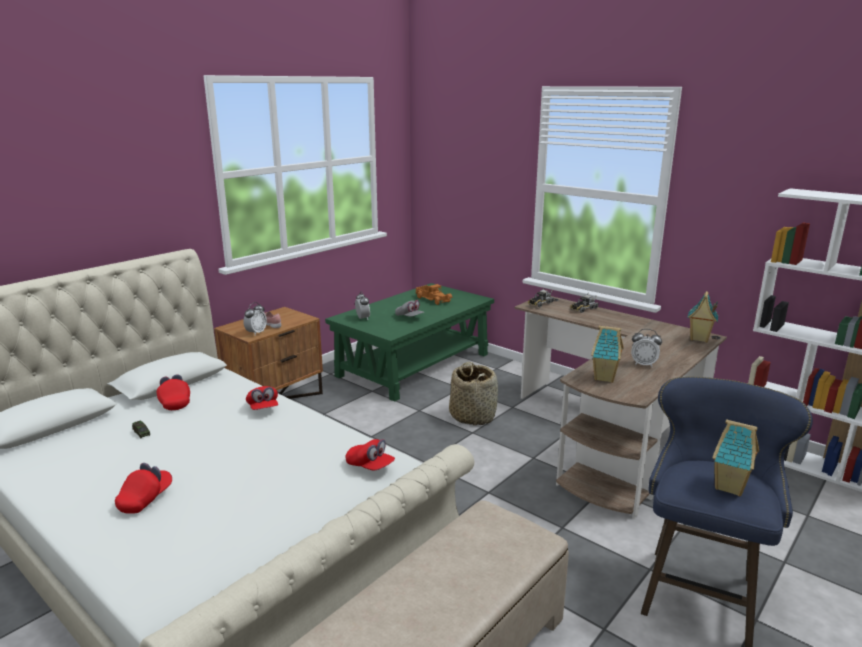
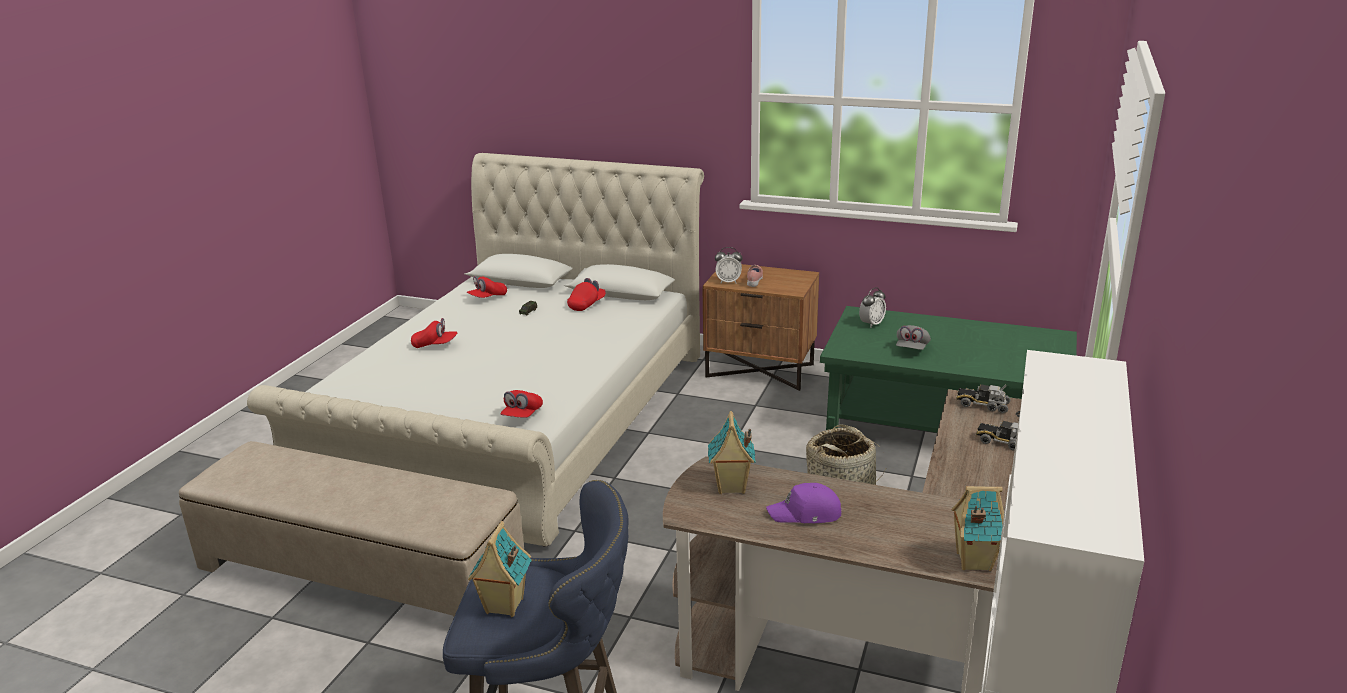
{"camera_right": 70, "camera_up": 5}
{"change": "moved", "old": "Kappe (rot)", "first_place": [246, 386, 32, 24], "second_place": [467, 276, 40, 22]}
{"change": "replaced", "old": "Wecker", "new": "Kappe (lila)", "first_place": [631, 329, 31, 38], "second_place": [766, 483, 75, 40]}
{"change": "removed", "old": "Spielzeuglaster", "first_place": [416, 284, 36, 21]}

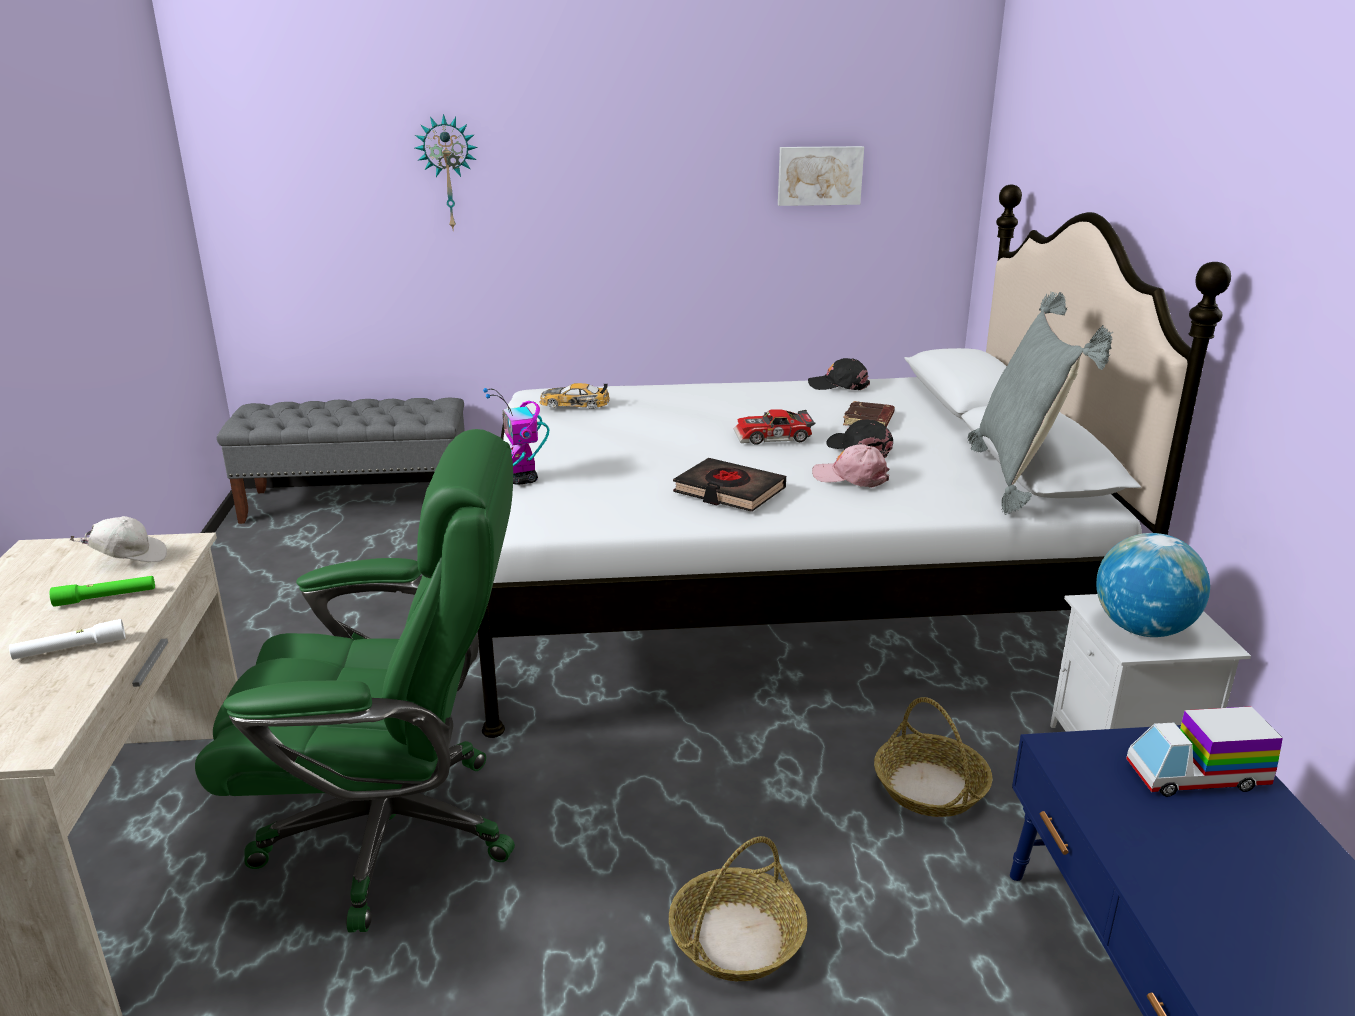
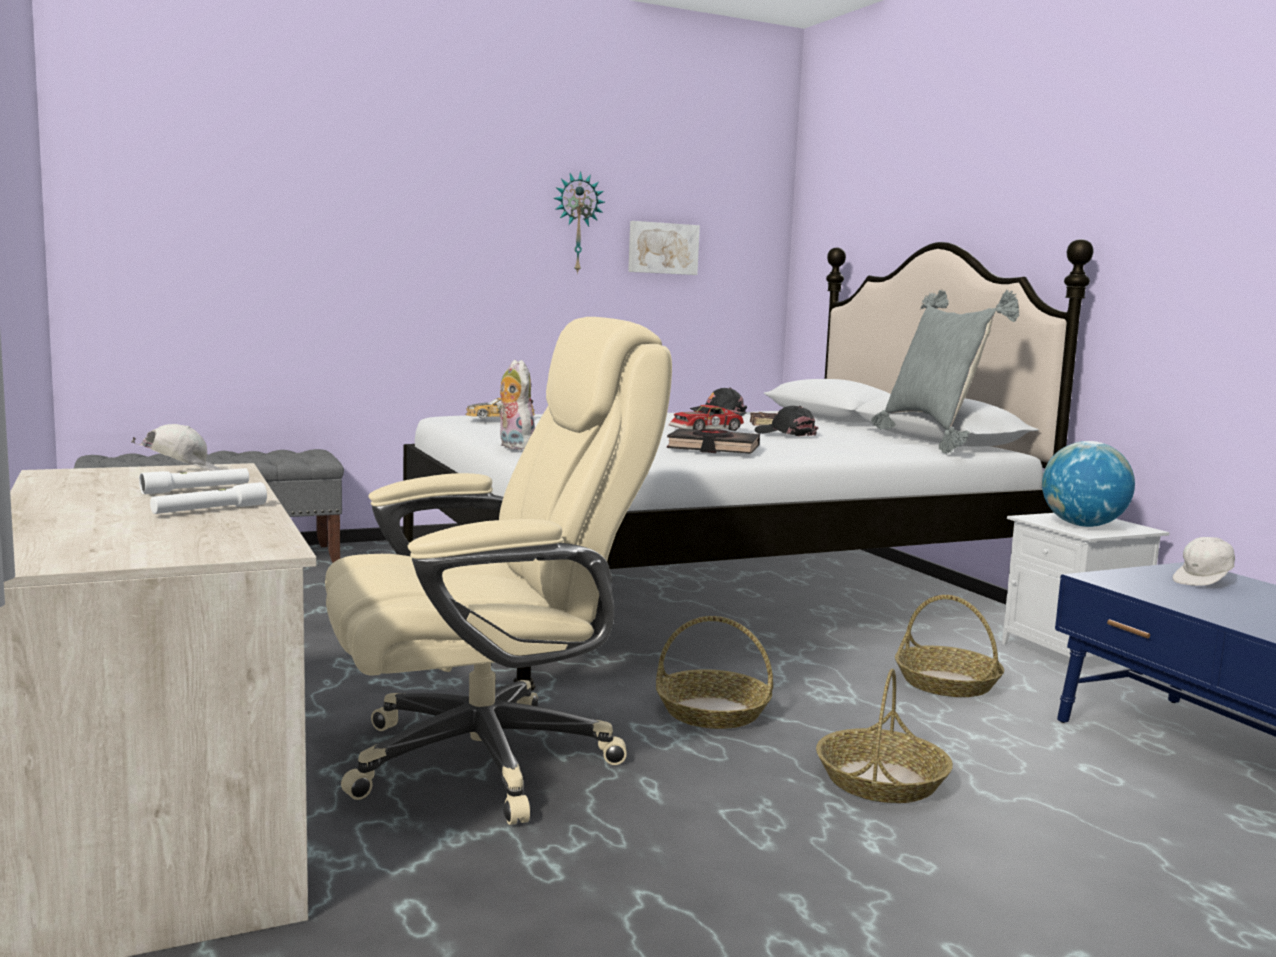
{"camera_right": -20, "camera_up": -15}
{"change": "recoloured", "old": "Taschenlampe (grün)", "new": "Taschenlampe (weiß)", "first_place": [50, 576, 105, 31], "second_place": [139, 468, 110, 26]}
{"change": "recoloured", "old": "Bürostuhl (grün)", "new": "Bürostuhl (beige)", "first_place": [195, 429, 320, 503], "second_place": [325, 317, 347, 508]}
{"change": "replaced", "old": "Spielzeugroboter", "new": "Plüschtier", "first_place": [483, 388, 66, 97], "second_place": [497, 360, 38, 90]}
{"change": "moved", "old": "Wanduhr", "first_place": [415, 114, 63, 115], "second_place": [554, 171, 51, 103]}
{"change": "added", "new": "Korb", "second_place": [656, 616, 117, 113]}
{"change": "replaced", "old": "Spielzeuglaster", "new": "Kappe (weiß)", "first_place": [1126, 706, 157, 91], "second_place": [1173, 537, 62, 49]}
{"change": "removed", "old": "Kappe (rosa)", "first_place": [812, 444, 77, 44]}

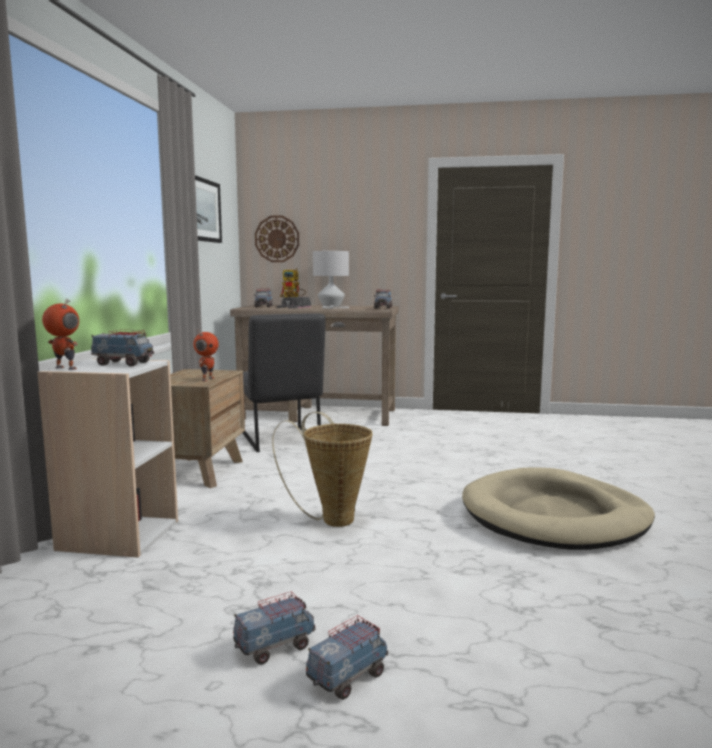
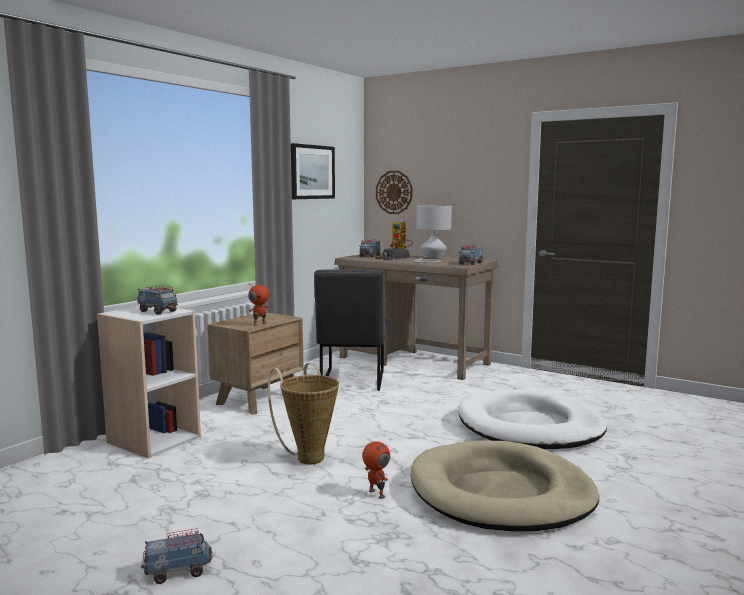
{"camera_right": 25, "camera_up": 0}
{"change": "moved", "old": "Spielzeugroboter", "first_place": [42, 299, 37, 71], "second_place": [362, 441, 28, 58]}
{"change": "added", "new": "Hundebett (weiß)", "second_place": [458, 390, 149, 59]}
{"change": "removed", "old": "Spielzeuglaster", "first_place": [233, 591, 83, 74]}

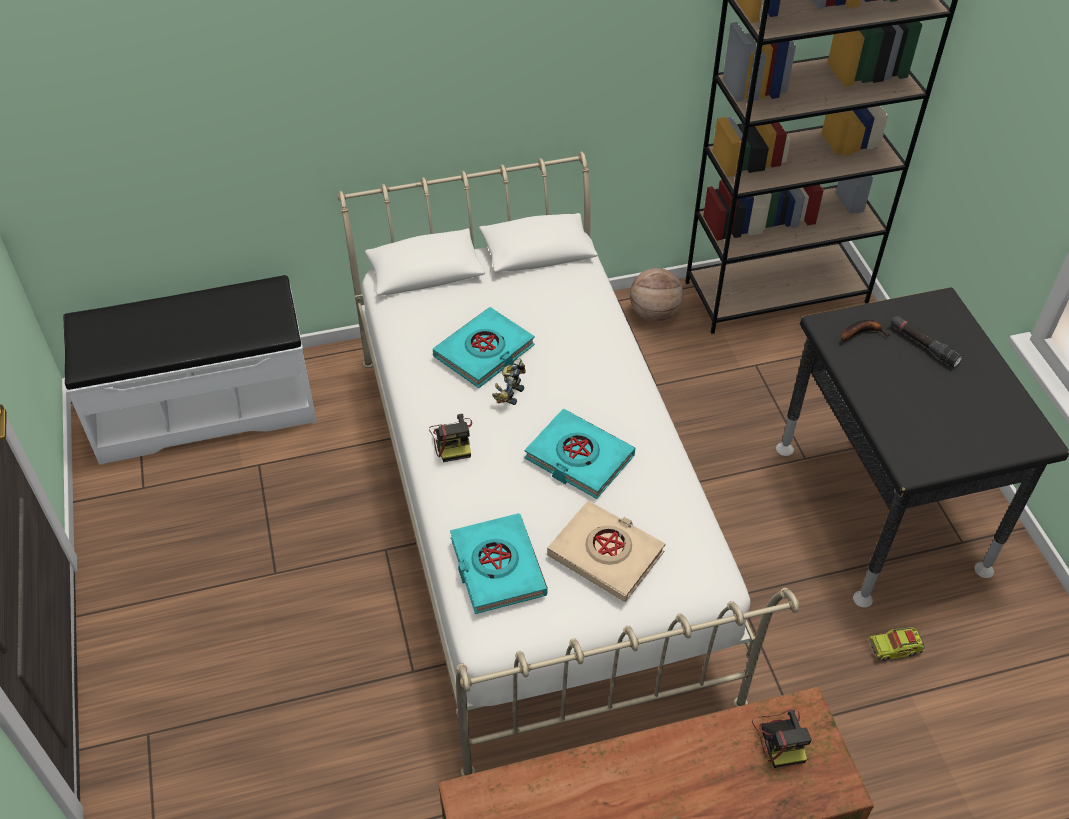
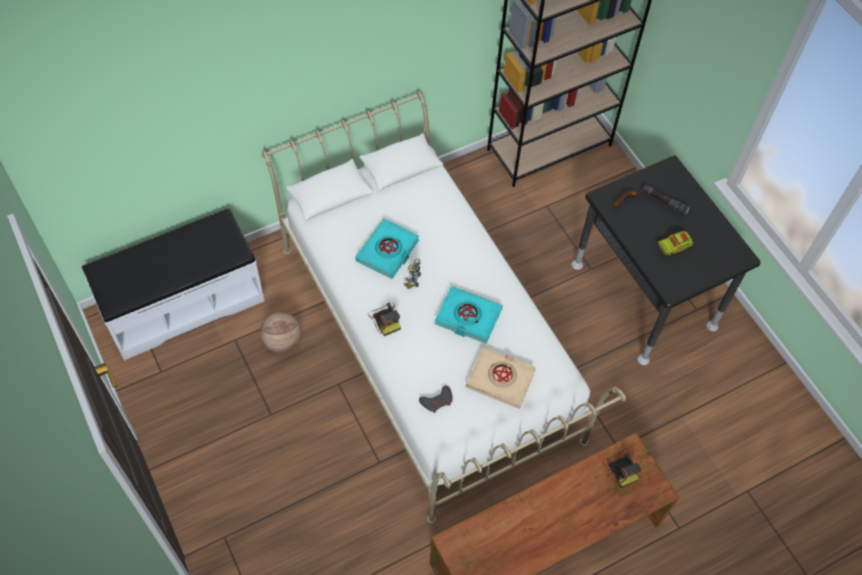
{"camera_right": -15, "camera_up": 10}
{"change": "moved", "old": "Basketball", "first_place": [630, 268, 53, 54], "second_place": [260, 312, 41, 41]}
{"change": "replaced", "old": "Buch (türkis)", "new": "Gamepad (grau)", "first_place": [450, 513, 98, 101], "second_place": [419, 385, 34, 28]}
{"change": "moved", "old": "Spielzeuglaster", "first_place": [869, 627, 56, 34], "second_place": [658, 231, 36, 25]}

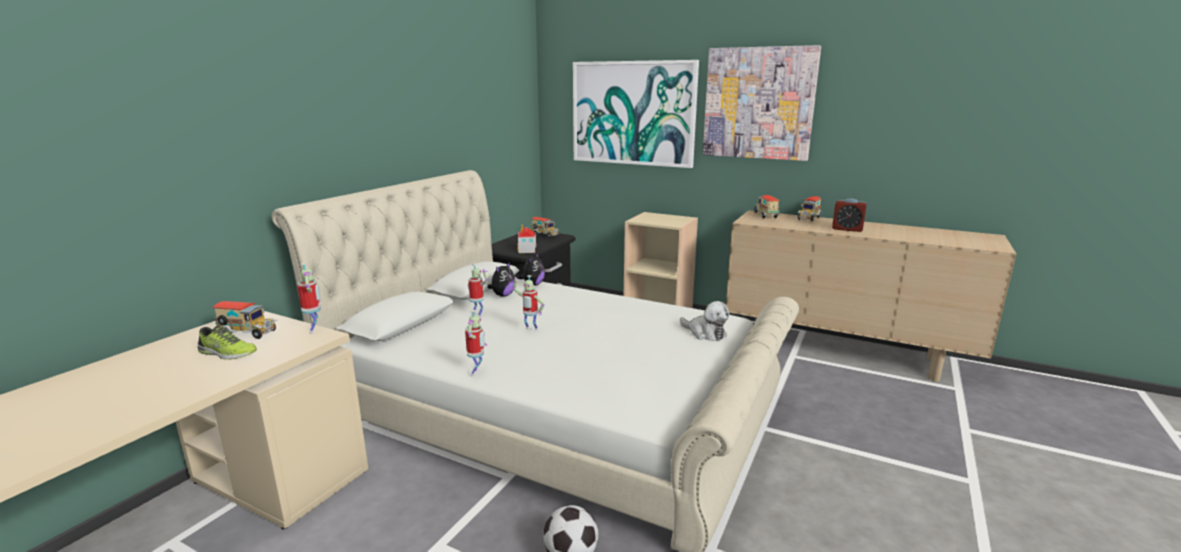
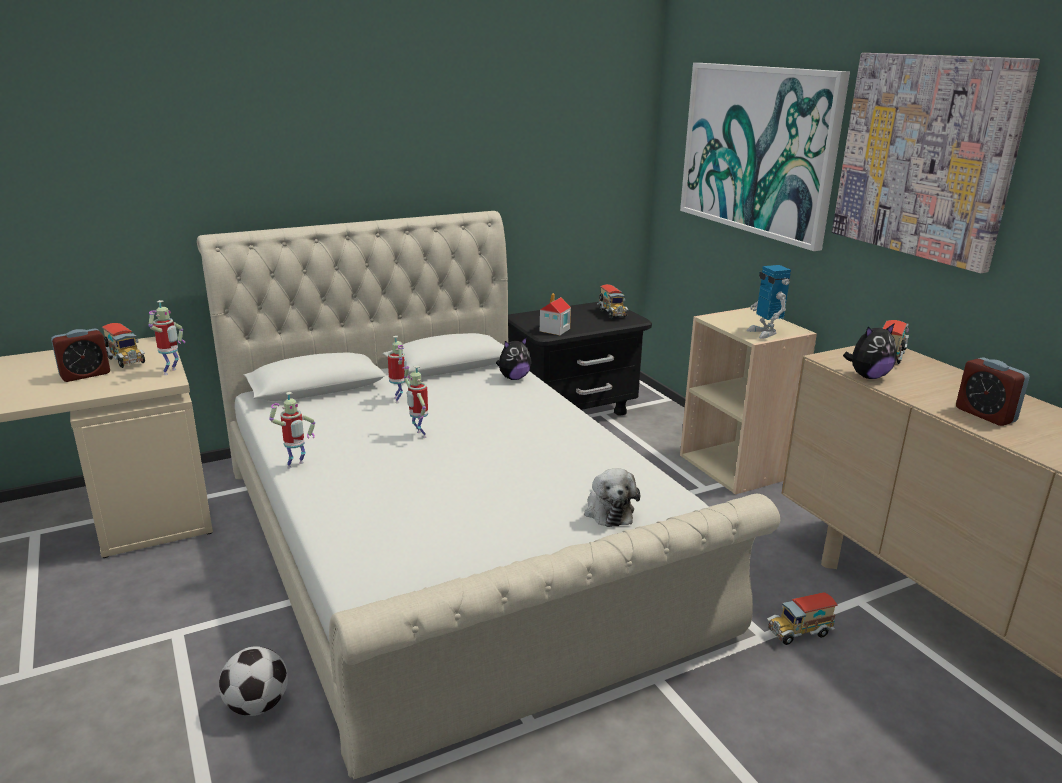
{"camera_right": 35, "camera_up": 5}
{"change": "replaced", "old": "Schuh", "new": "Wecker", "first_place": [198, 326, 59, 34], "second_place": [51, 329, 59, 53]}
{"change": "added", "new": "Spielzeugroboter", "second_place": [746, 265, 45, 74]}
{"change": "moved", "old": "Spielzeuglaster", "first_place": [798, 196, 24, 26], "second_place": [767, 592, 70, 53]}
{"change": "moved", "old": "Plüschtier", "first_place": [487, 262, 28, 35], "second_place": [843, 323, 54, 56]}

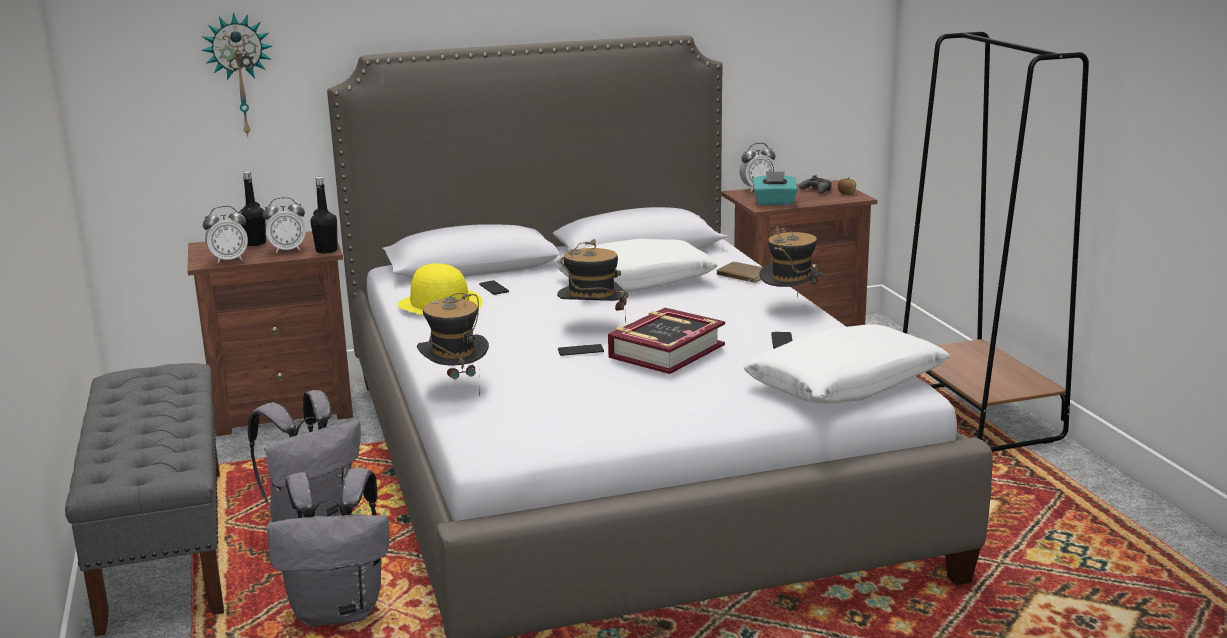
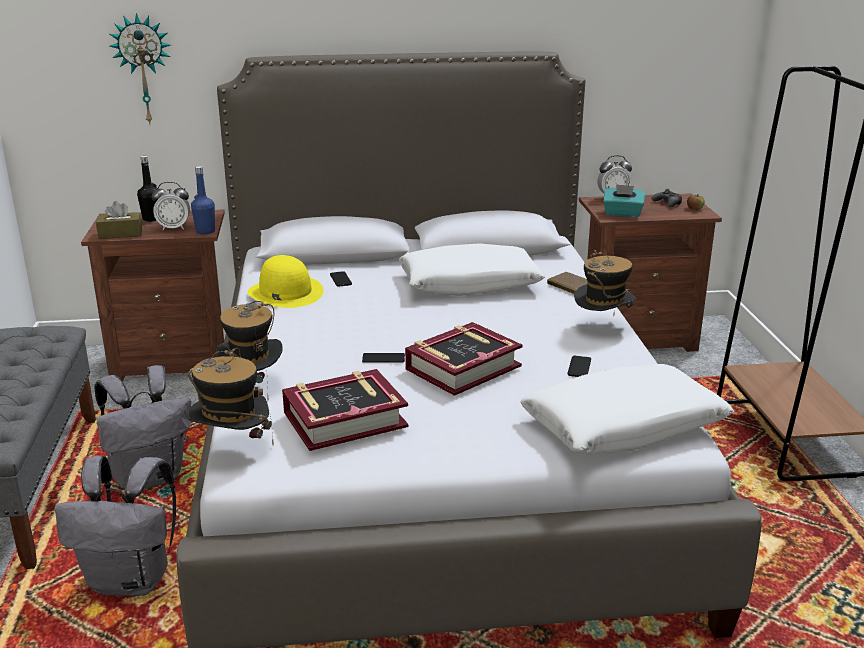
{"camera_right": 10, "camera_up": 5}
{"change": "replaced", "old": "Wecker", "new": "Taschentuchbox (braun)", "first_place": [203, 206, 45, 57], "second_place": [96, 201, 46, 38]}
{"change": "moved", "old": "Hut", "first_place": [557, 239, 72, 84], "second_place": [187, 348, 86, 96]}
{"change": "recoloured", "old": "Flasche (schwarz)", "new": "Flasche (blau)", "first_place": [310, 177, 28, 77], "second_place": [191, 166, 24, 68]}
{"change": "added", "new": "Buch", "second_place": [282, 369, 126, 82]}

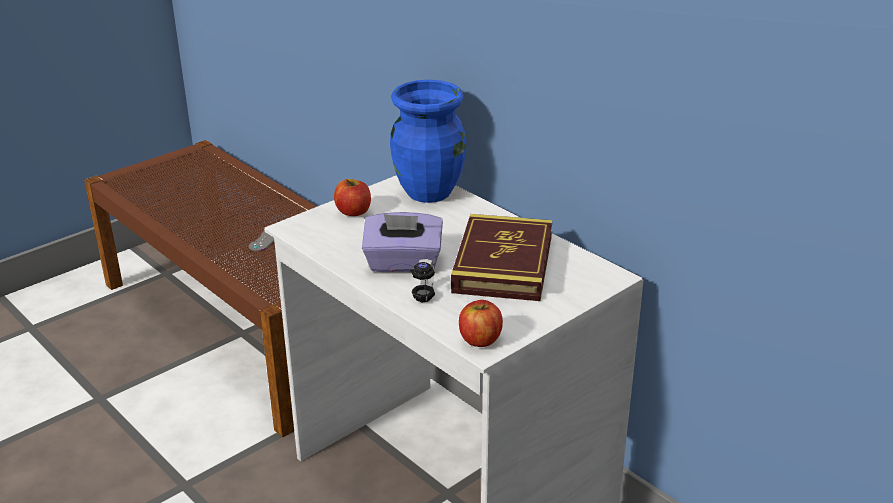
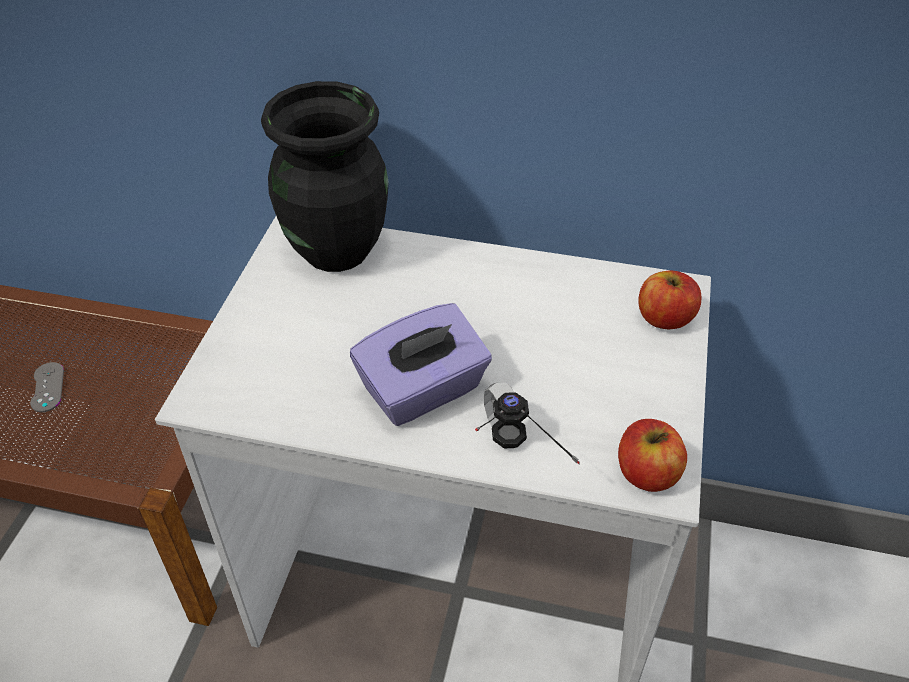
{"camera_right": -35, "camera_up": 15}
{"change": "recoloured", "old": "Vase (blau)", "new": "Vase (schwarz)", "first_place": [390, 80, 77, 123], "second_place": [261, 81, 128, 191]}
{"change": "moved", "old": "Apfel", "first_place": [334, 179, 37, 37], "second_place": [639, 270, 63, 59]}
{"change": "removed", "old": "Buch", "first_place": [451, 214, 101, 87]}

